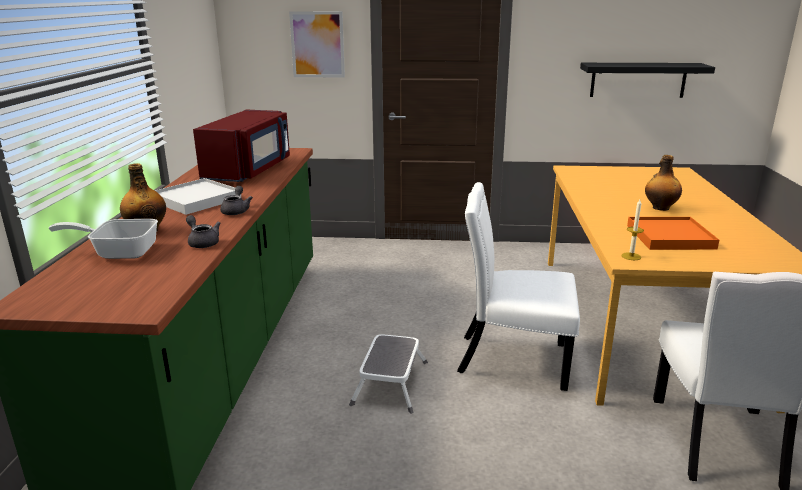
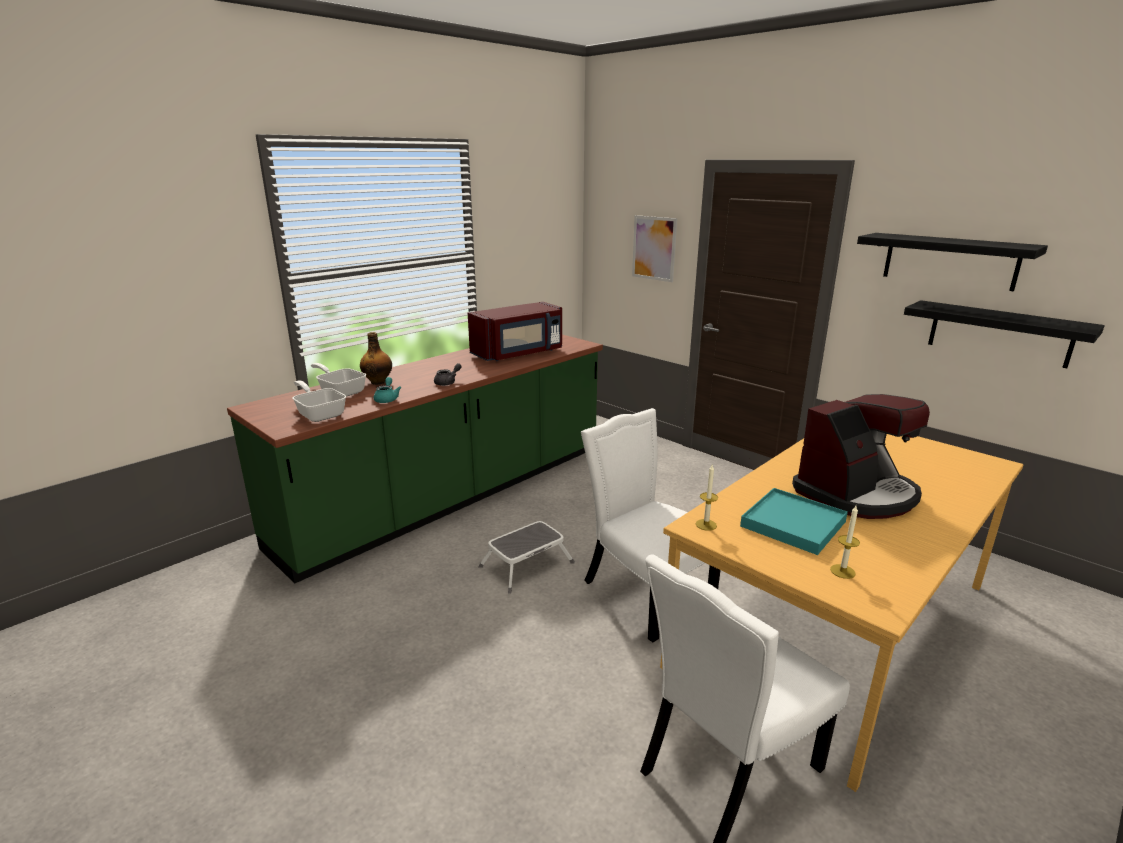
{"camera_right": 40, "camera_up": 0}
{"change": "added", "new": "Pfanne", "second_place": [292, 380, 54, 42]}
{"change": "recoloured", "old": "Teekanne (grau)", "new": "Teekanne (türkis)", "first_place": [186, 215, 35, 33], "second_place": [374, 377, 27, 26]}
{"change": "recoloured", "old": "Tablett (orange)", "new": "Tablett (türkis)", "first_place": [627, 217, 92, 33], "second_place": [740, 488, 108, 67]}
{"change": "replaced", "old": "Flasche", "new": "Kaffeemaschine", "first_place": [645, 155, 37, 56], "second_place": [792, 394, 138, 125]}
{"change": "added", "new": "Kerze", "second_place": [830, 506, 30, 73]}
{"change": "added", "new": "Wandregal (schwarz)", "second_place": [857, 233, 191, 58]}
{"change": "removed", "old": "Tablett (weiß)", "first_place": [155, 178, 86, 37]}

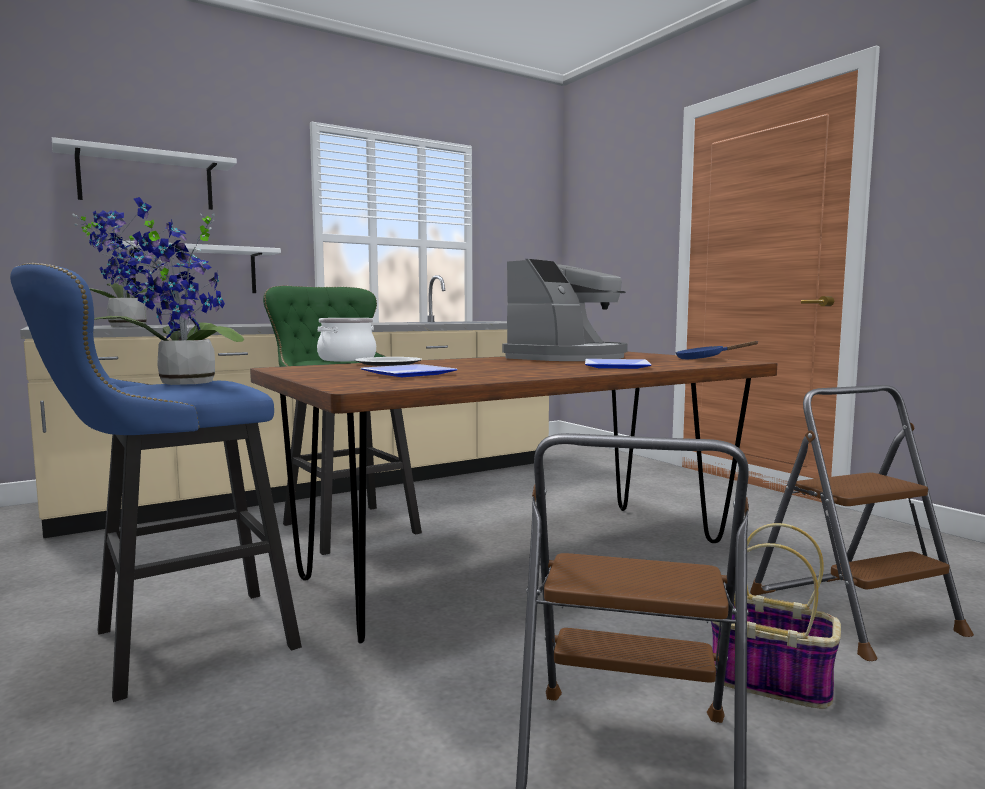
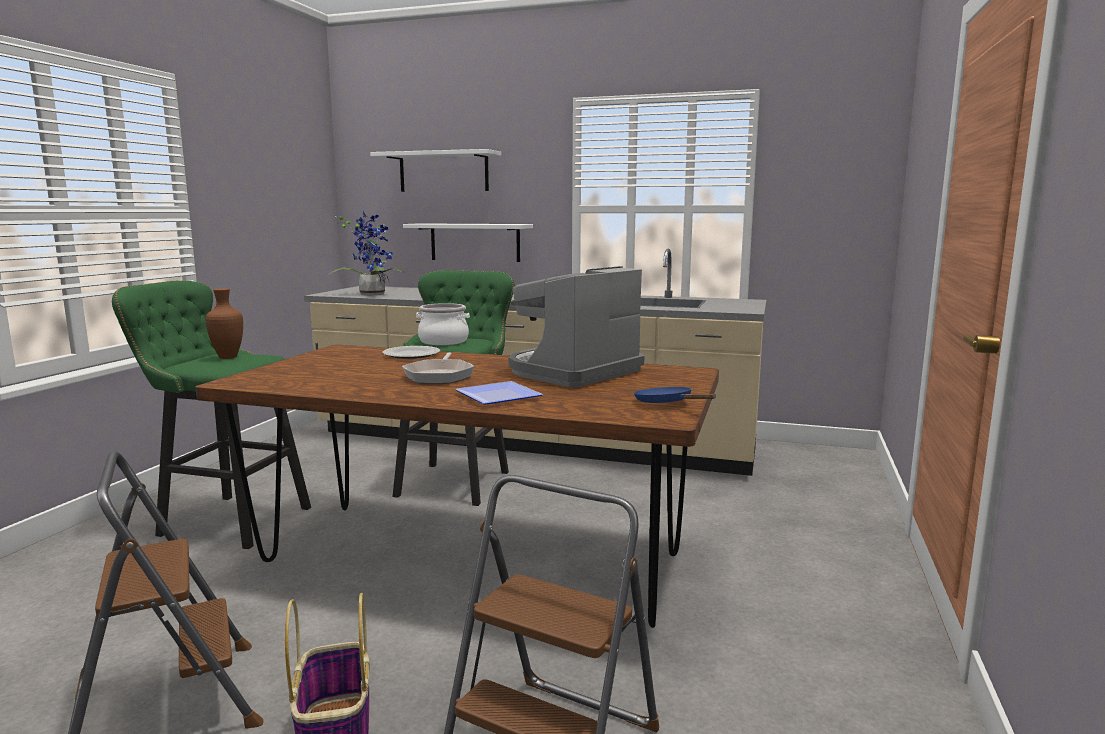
{"camera_right": 50, "camera_up": 5}
{"change": "recoloured", "old": "Hocker (blau)", "new": "Hocker (grün)", "first_place": [10, 263, 292, 439], "second_place": [112, 281, 199, 268]}
{"change": "replaced", "old": "Topfpflanze", "new": "Vase (braun)", "first_place": [94, 197, 150, 188], "second_place": [206, 288, 37, 71]}
{"change": "added", "new": "Pfanne", "second_place": [402, 352, 72, 32]}
{"change": "turned", "old": "Kaffeemaschine", "first_place": [502, 259, 126, 102], "second_place": [508, 266, 136, 121], "degrees": 135}
{"change": "removed", "old": "Teller", "first_place": [361, 364, 96, 13]}

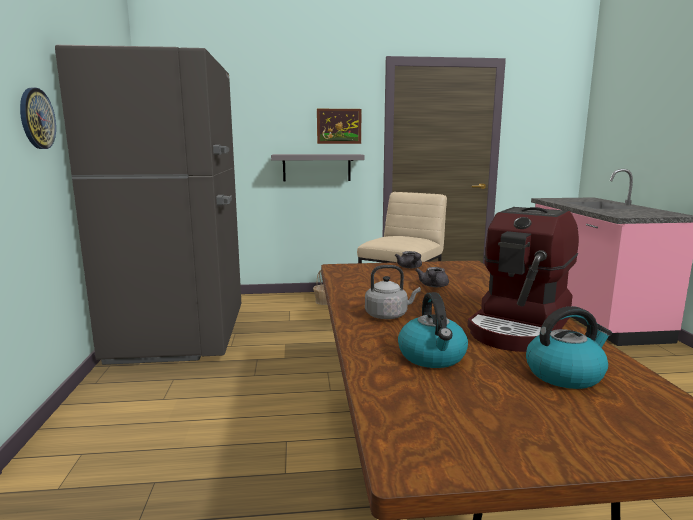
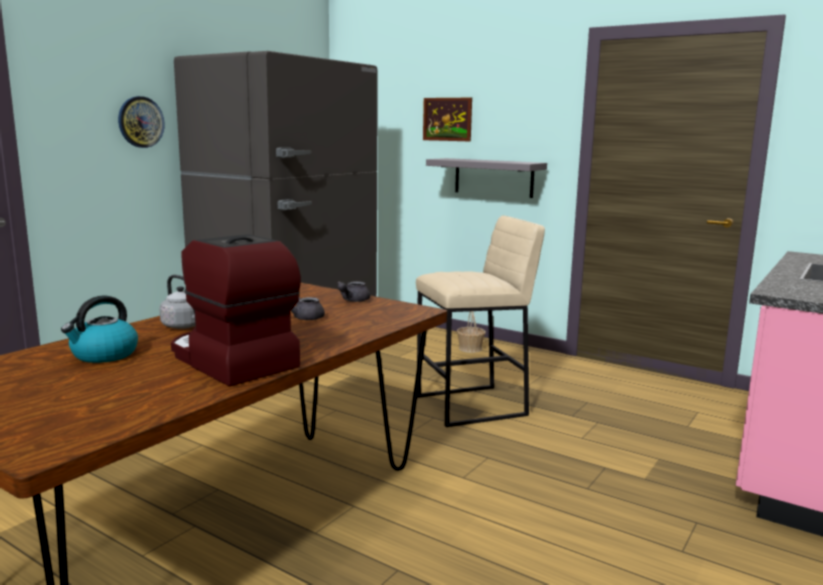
{"camera_right": 40, "camera_up": 0}
{"change": "turned", "old": "Kaffeemaschine", "first_place": [468, 207, 111, 145], "second_place": [171, 234, 130, 153], "degrees": 60}
{"change": "moved", "old": "Bild", "first_place": [317, 109, 44, 35], "second_place": [423, 98, 49, 43]}
{"change": "removed", "old": "Wasserkessel", "first_place": [526, 306, 86, 83]}

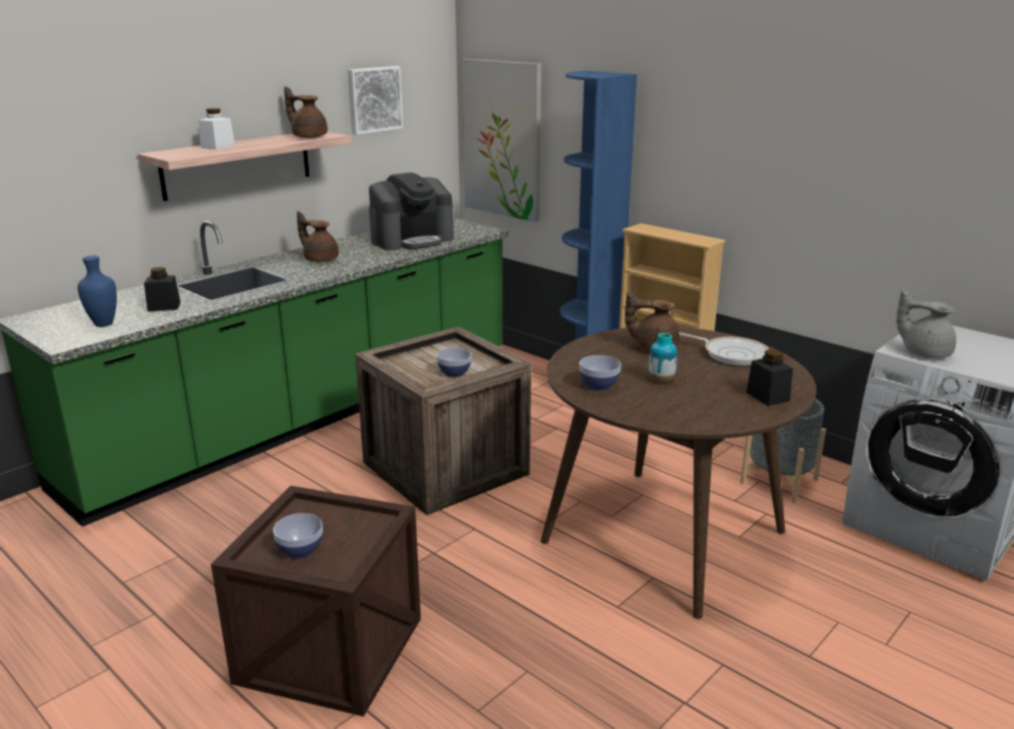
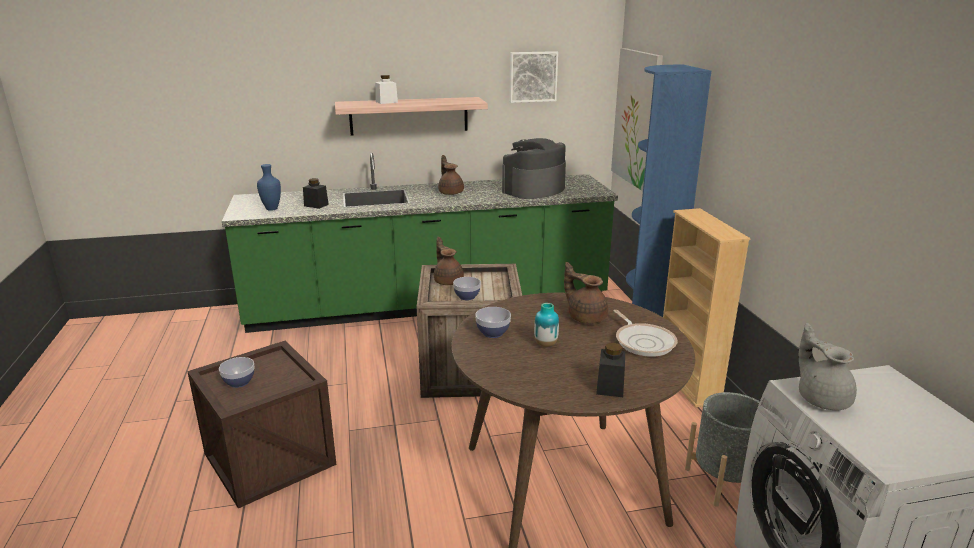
{"camera_right": 35, "camera_up": 0}
{"change": "moved", "old": "Teekanne (braun)", "first_place": [284, 86, 44, 52], "second_place": [434, 237, 30, 48]}
{"change": "turned", "old": "Kaffeemaschine", "first_place": [369, 173, 85, 78], "second_place": [502, 138, 64, 61], "degrees": 135}

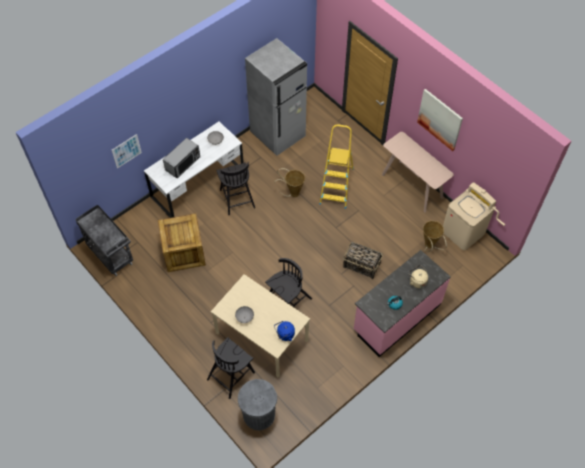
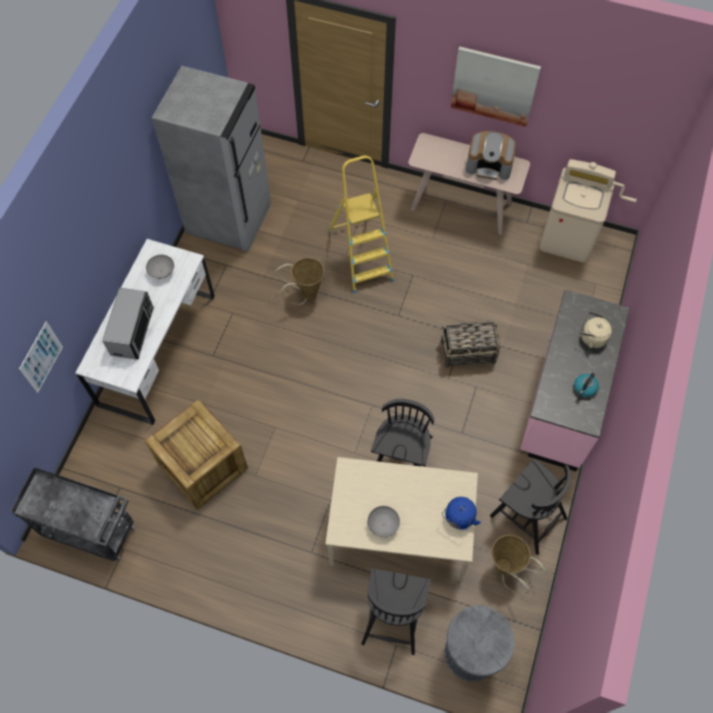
{"camera_right": -30, "camera_up": 5}
{"change": "added", "new": "Kaffeemaschine", "second_place": [466, 131, 50, 49]}
{"change": "moved", "old": "Stuhl (schwarz)", "first_place": [216, 162, 39, 54], "second_place": [490, 458, 81, 97]}
{"change": "moved", "old": "Korb", "first_place": [423, 221, 24, 31], "second_place": [492, 535, 55, 59]}

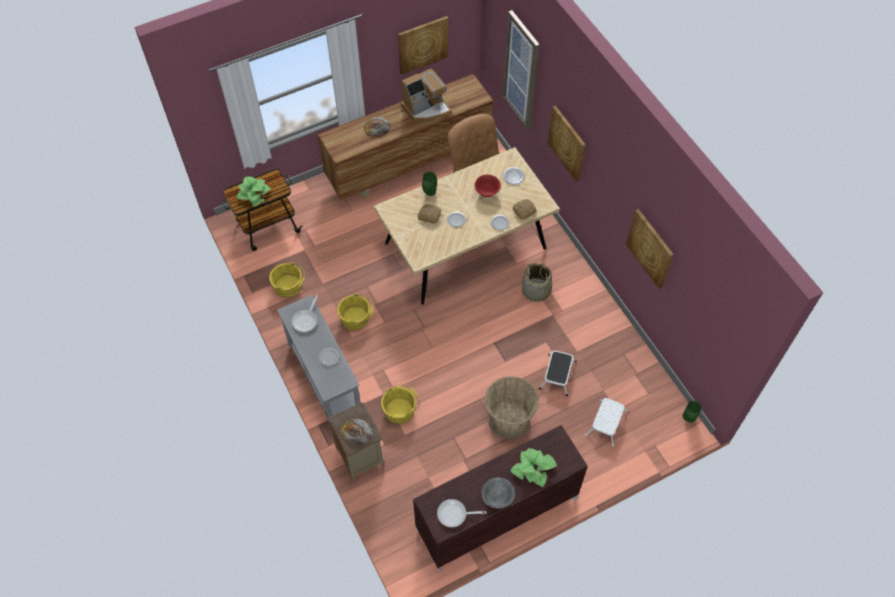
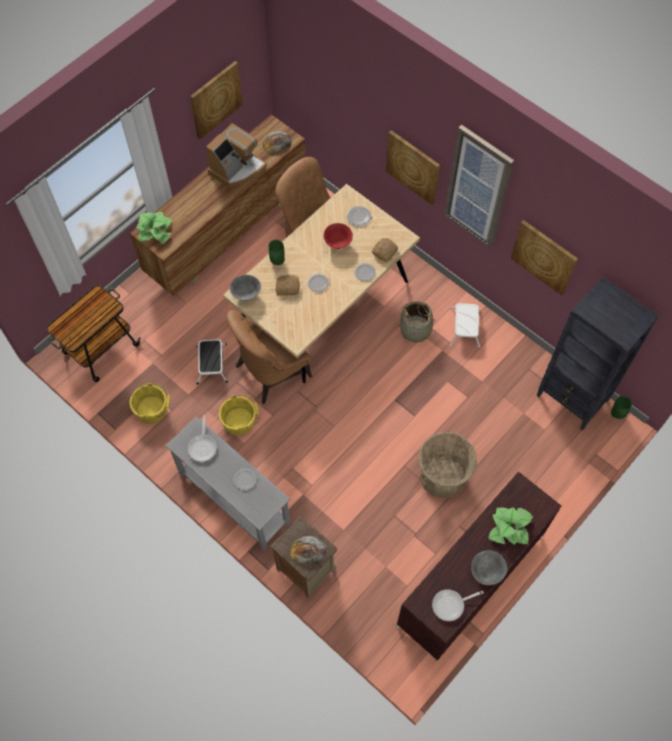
{"camera_right": -20, "camera_up": 5}
{"change": "moved", "old": "Topfpflanze", "first_place": [237, 177, 34, 30], "second_place": [136, 212, 36, 32]}
{"change": "moved", "old": "Trittleiter (schwarz)", "first_place": [539, 351, 37, 46], "second_place": [197, 339, 31, 46]}
{"change": "added", "new": "Stuhl (braun)", "second_place": [227, 310, 85, 94]}
{"change": "added", "new": "Schüssel (grau)", "second_place": [230, 275, 31, 26]}
{"change": "moved", "old": "Brot", "first_place": [364, 117, 27, 20], "second_place": [262, 131, 30, 24]}
{"change": "moved", "old": "Bild", "first_place": [502, 10, 38, 120], "second_place": [444, 125, 70, 123]}
{"change": "moved", "old": "Trittleiter (weiß)", "first_place": [585, 398, 42, 49], "second_place": [450, 303, 31, 45]}
{"change": "added", "new": "Bücherregal (schwarz)", "second_place": [537, 277, 122, 153]}
{"change": "removed", "old": "Eimer (gelb)", "first_place": [381, 384, 39, 40]}

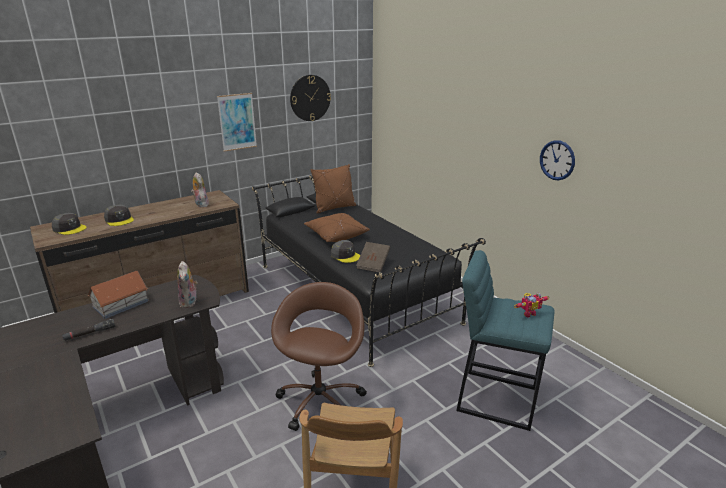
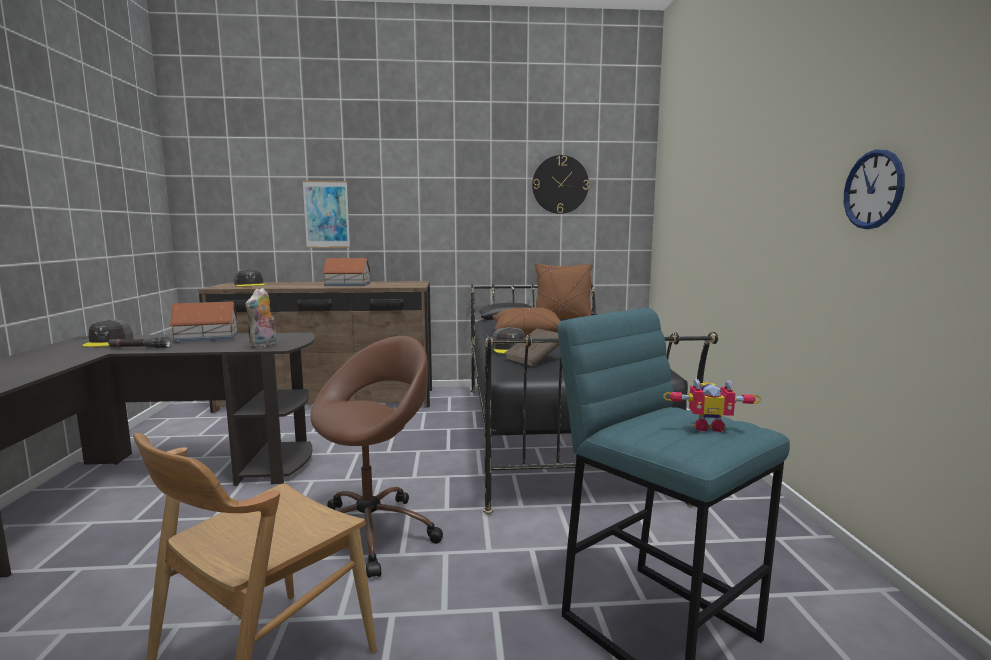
{"camera_right": 30, "camera_up": -15}
{"change": "moved", "old": "Kappe (grau)", "first_place": [104, 205, 30, 21], "second_place": [82, 319, 52, 28]}
{"change": "moved", "old": "Bild", "first_place": [217, 93, 40, 58], "second_place": [302, 181, 48, 67]}
{"change": "added", "new": "Spielzeughaus", "second_place": [322, 258, 49, 28]}
{"change": "removed", "old": "Plüschtier", "first_place": [191, 172, 18, 35]}

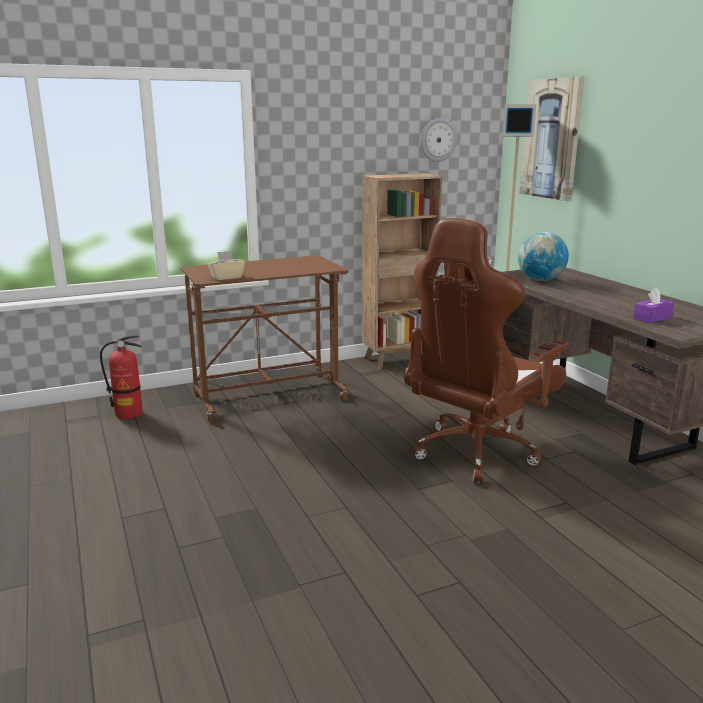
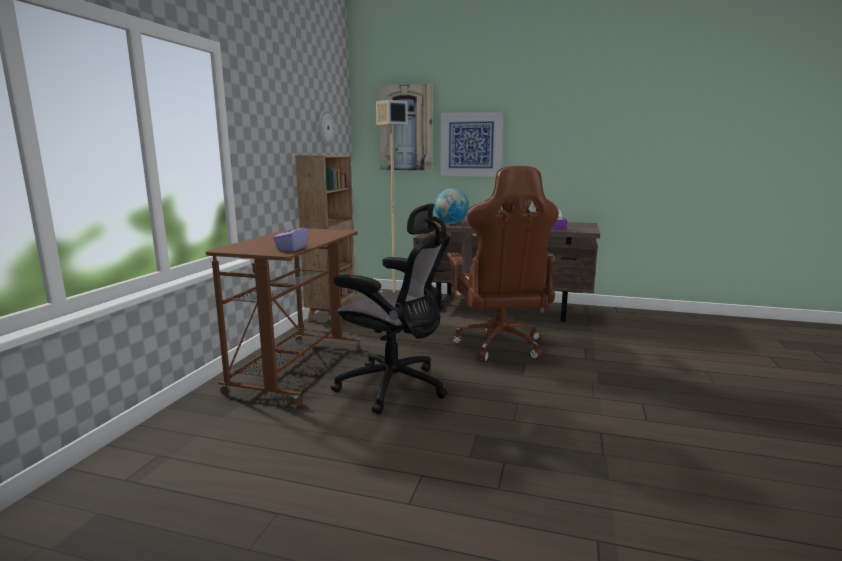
{"camera_right": -50, "camera_up": -5}
{"change": "recoloured", "old": "Taschentuchbox (beige)", "new": "Taschentuchbox (lila)", "first_place": [207, 251, 38, 29], "second_place": [273, 221, 35, 31]}
{"change": "added", "new": "Bürostuhl", "second_place": [331, 203, 119, 211]}
{"change": "added", "new": "Bild", "second_place": [440, 112, 63, 65]}
{"change": "removed", "old": "Feuerlöscher", "first_place": [100, 335, 43, 84]}

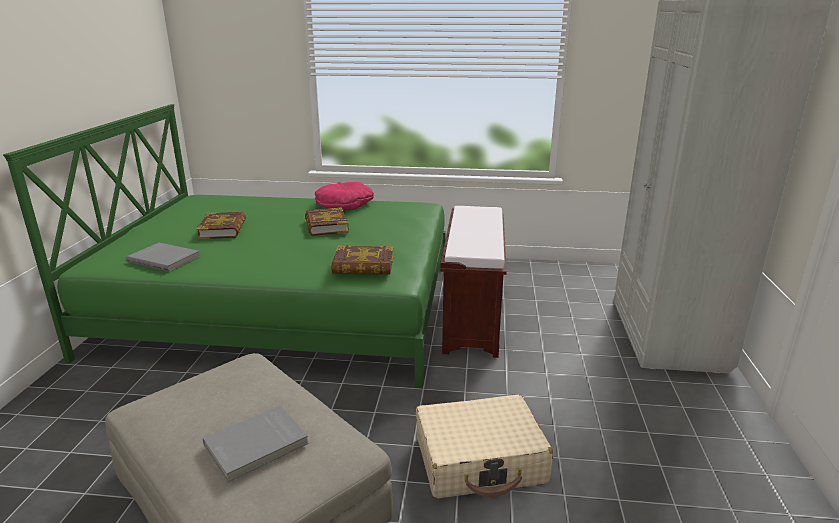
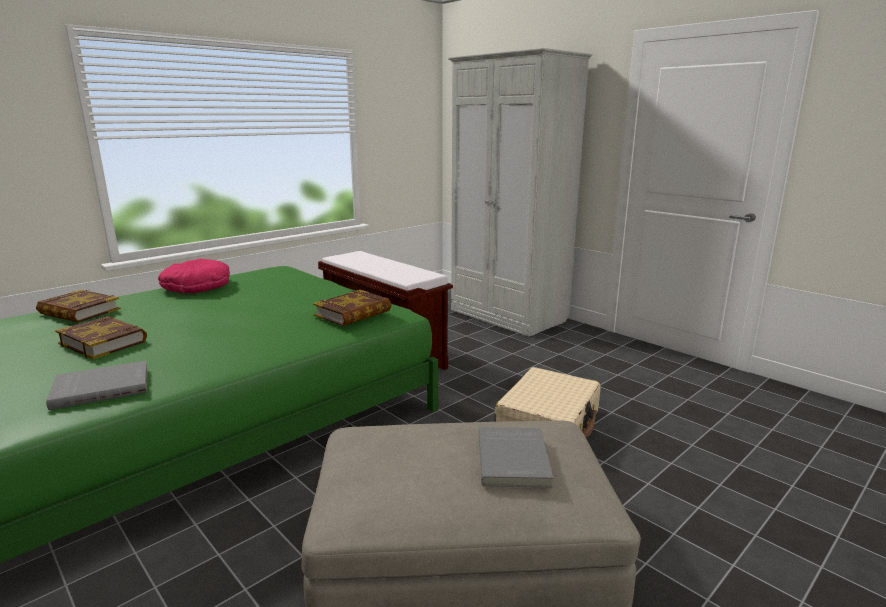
{"camera_right": -50, "camera_up": -5}
{"change": "moved", "old": "Buch", "first_place": [305, 207, 44, 29], "second_place": [36, 290, 85, 32]}

